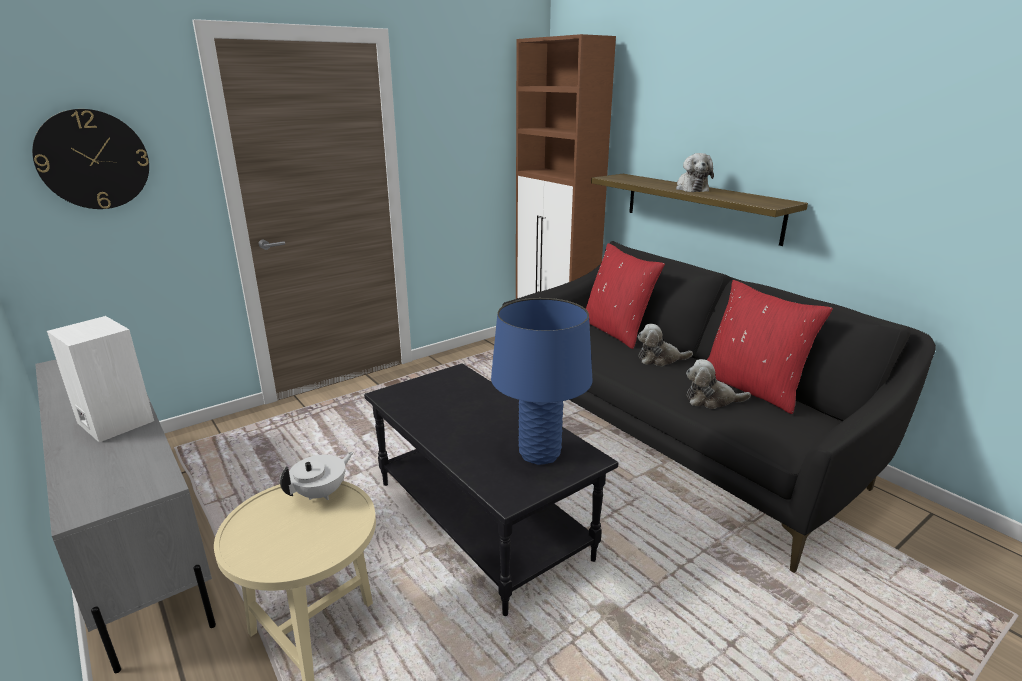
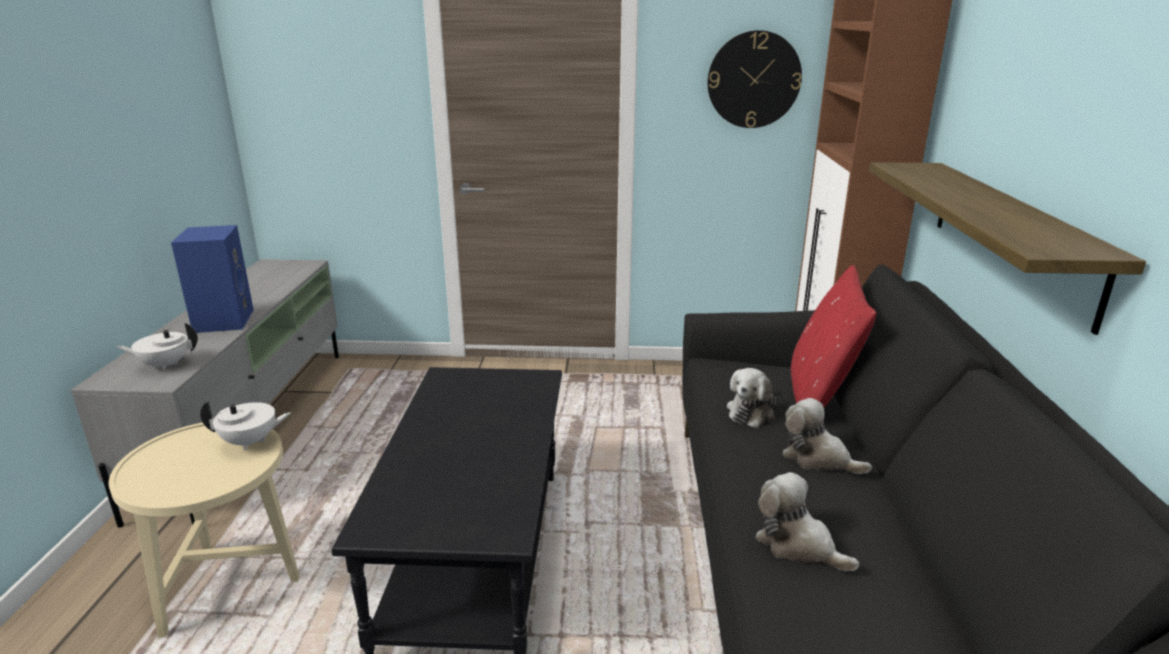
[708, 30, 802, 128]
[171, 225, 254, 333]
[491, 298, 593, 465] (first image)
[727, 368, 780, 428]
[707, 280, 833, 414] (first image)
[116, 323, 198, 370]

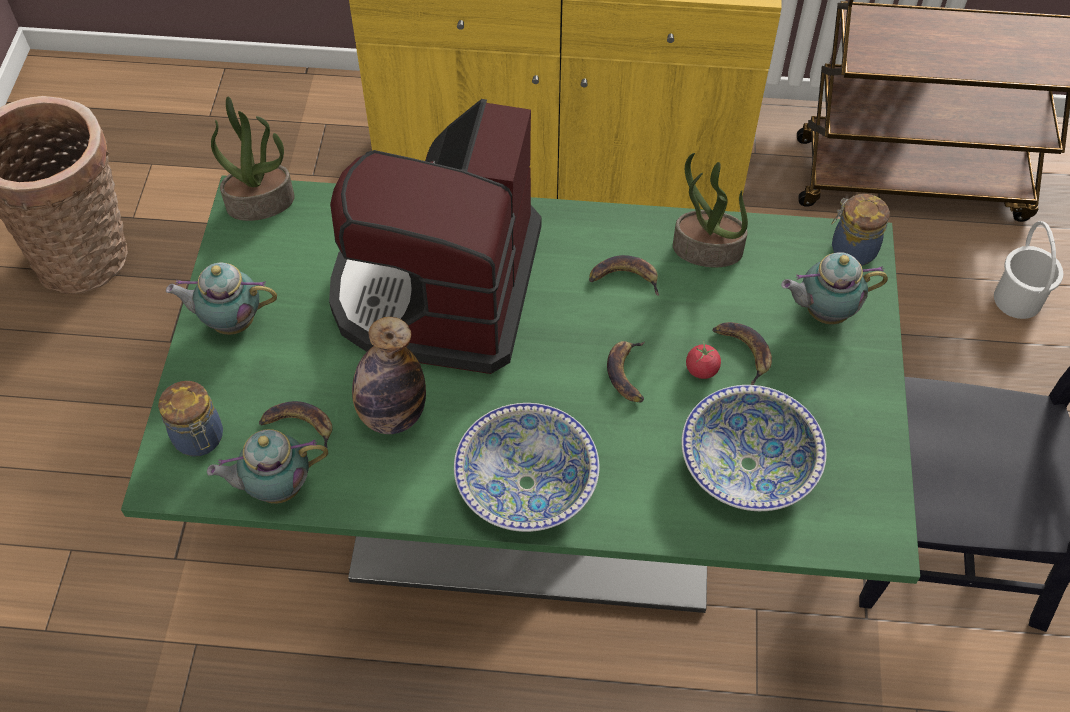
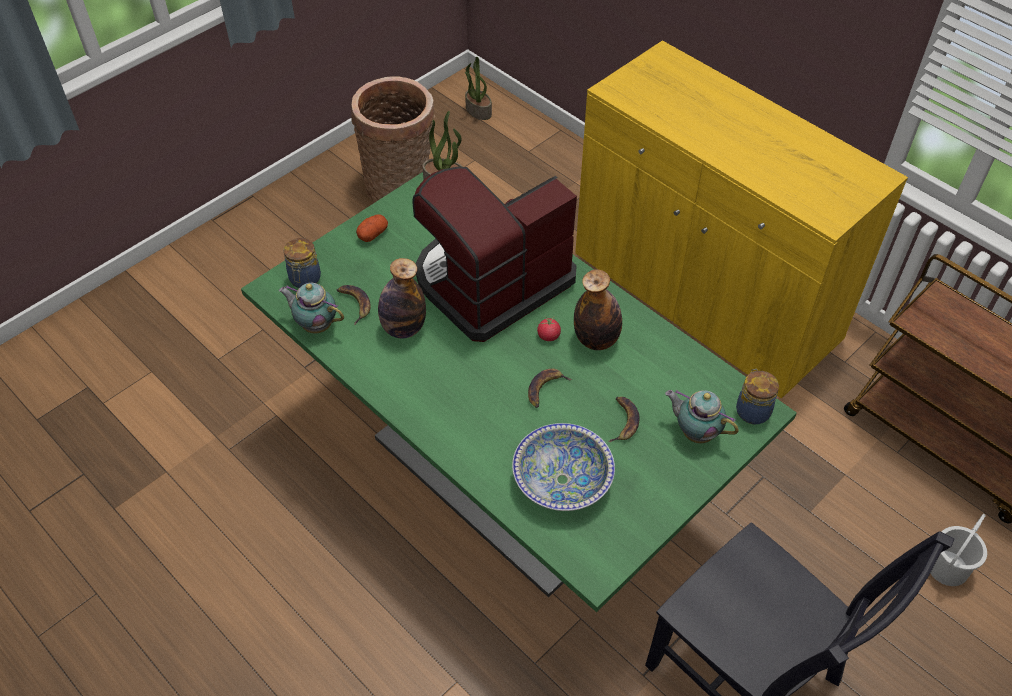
[356, 214, 388, 242]
[454, 403, 600, 532] (first image)
[574, 269, 622, 350]
[465, 57, 492, 120]
[537, 317, 561, 341]

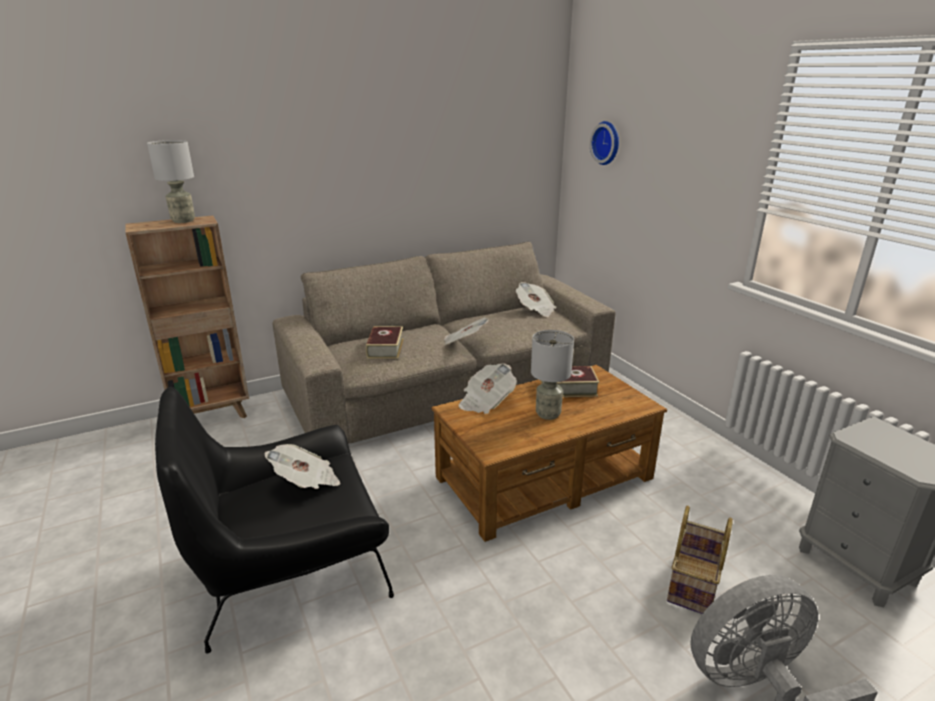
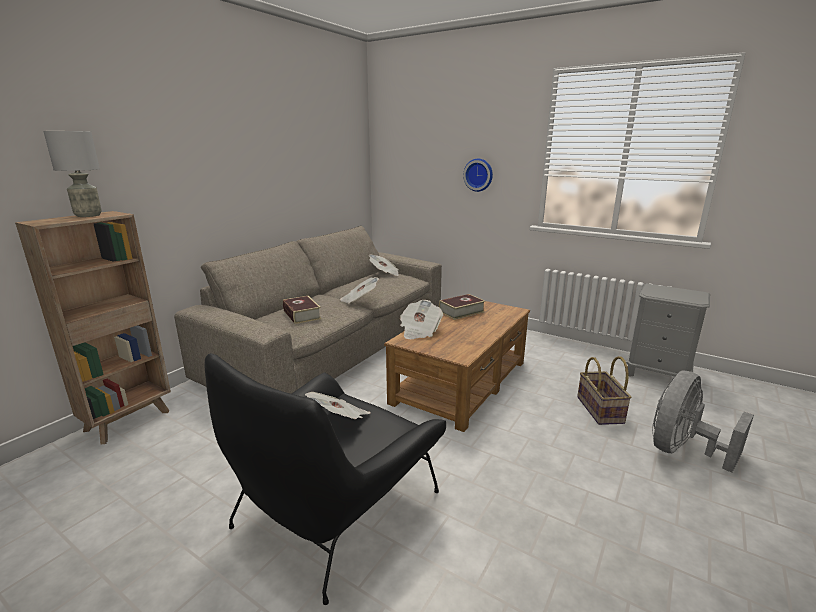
[531, 330, 574, 420] (first image)
[463, 158, 493, 192]

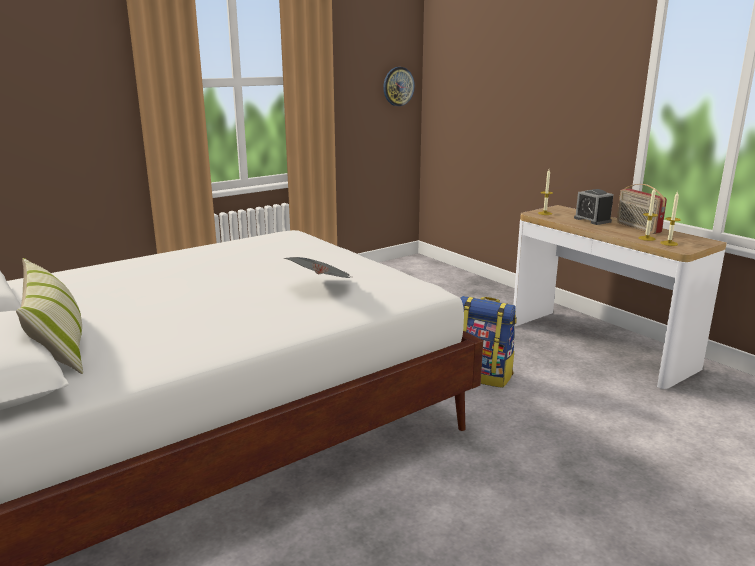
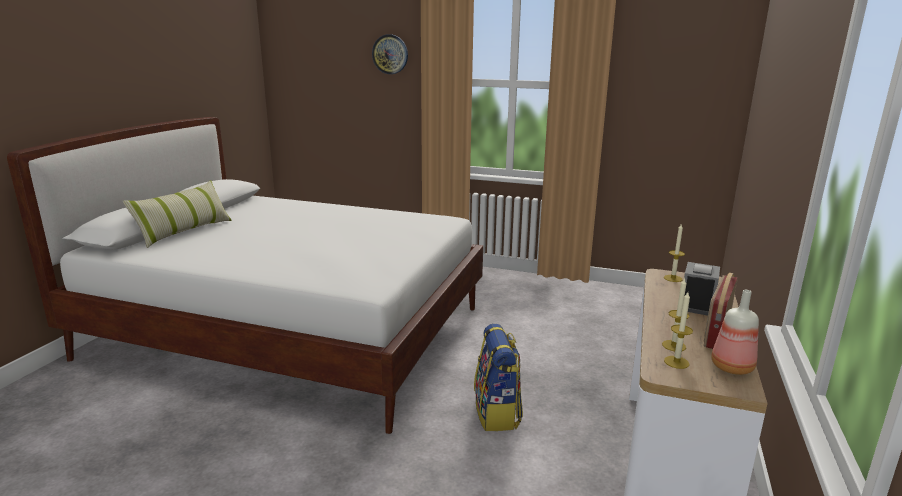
[284, 257, 353, 278] (first image)
[372, 34, 408, 74]
[711, 290, 759, 375]

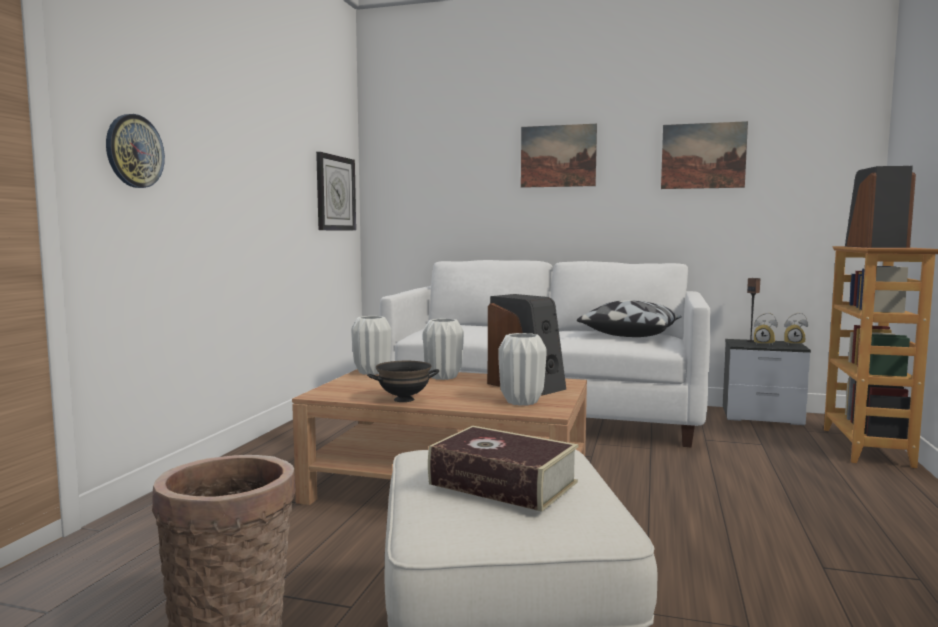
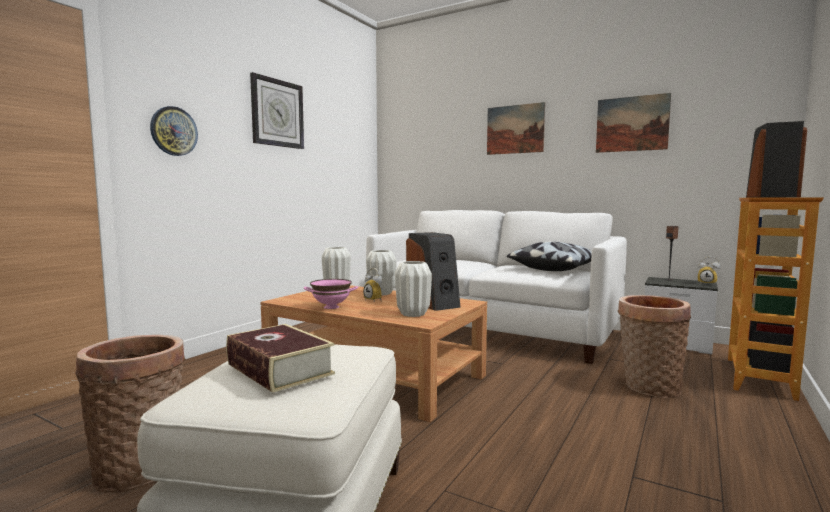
[250, 72, 304, 149]
[304, 279, 358, 309]
[363, 268, 383, 302]
[618, 295, 691, 398]

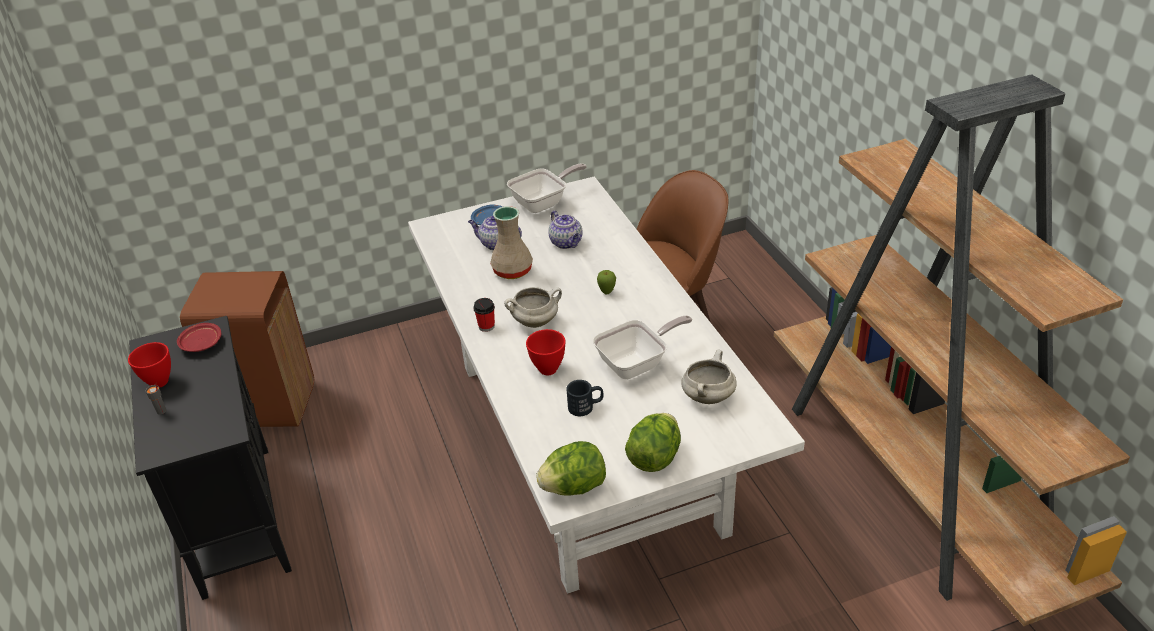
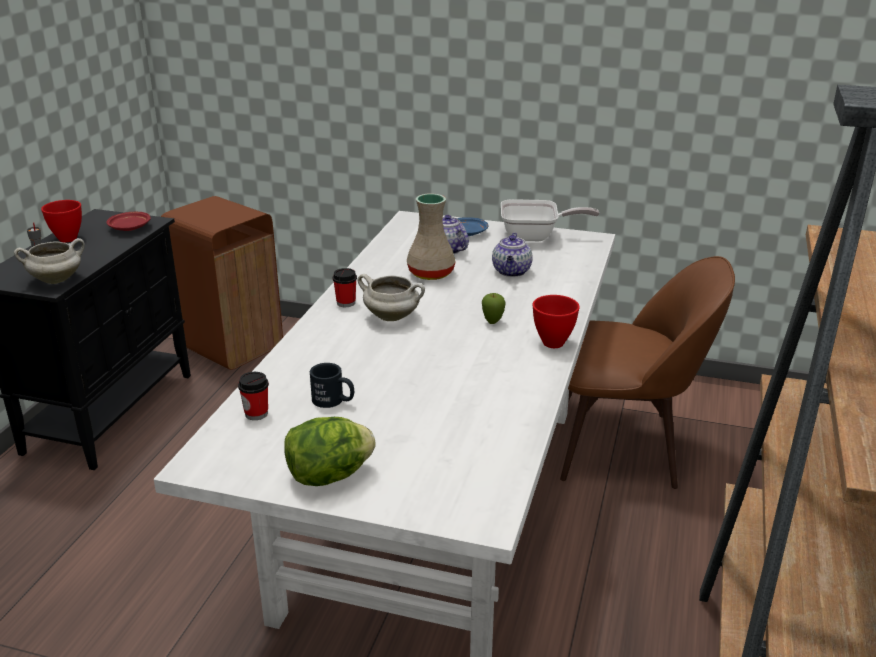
[533, 295, 580, 348]
[536, 441, 606, 496] (first image)
[593, 315, 692, 379] (first image)
[14, 238, 85, 284]
[238, 372, 269, 420]

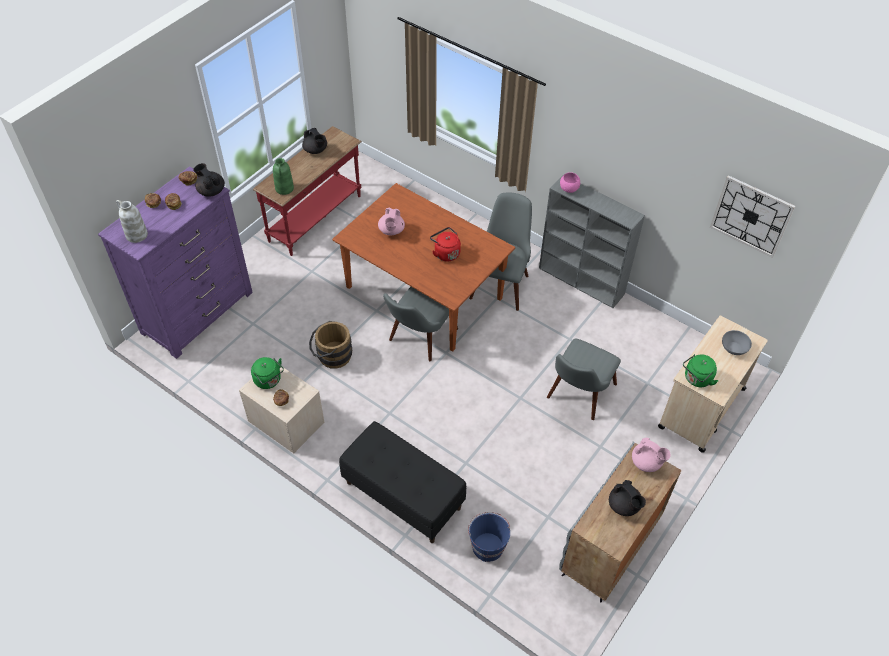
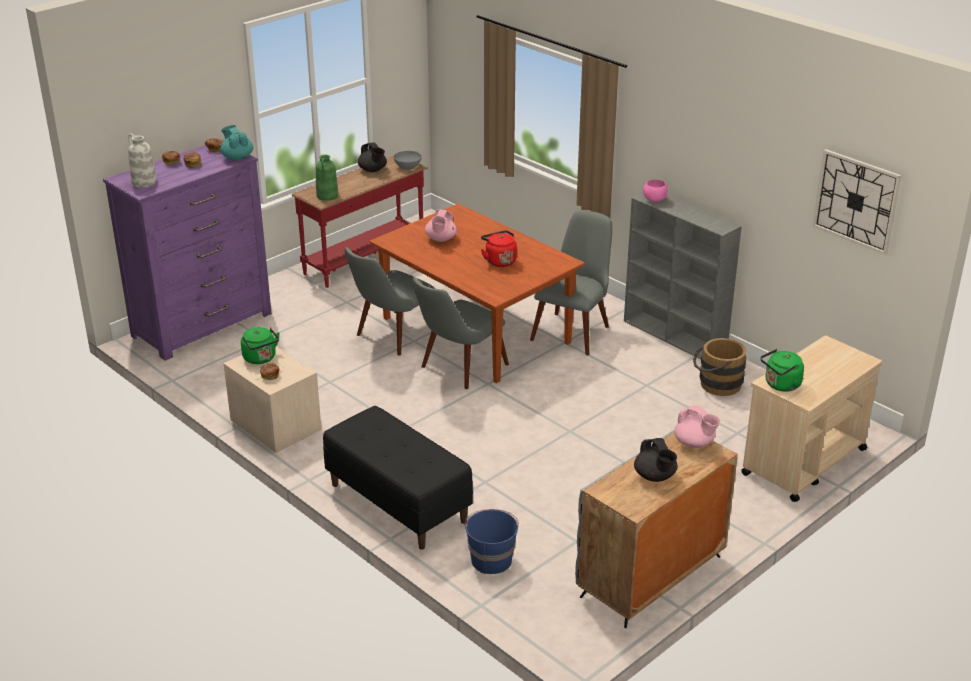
[220, 125, 253, 160]
[693, 338, 746, 396]
[344, 247, 435, 355]
[393, 151, 422, 170]

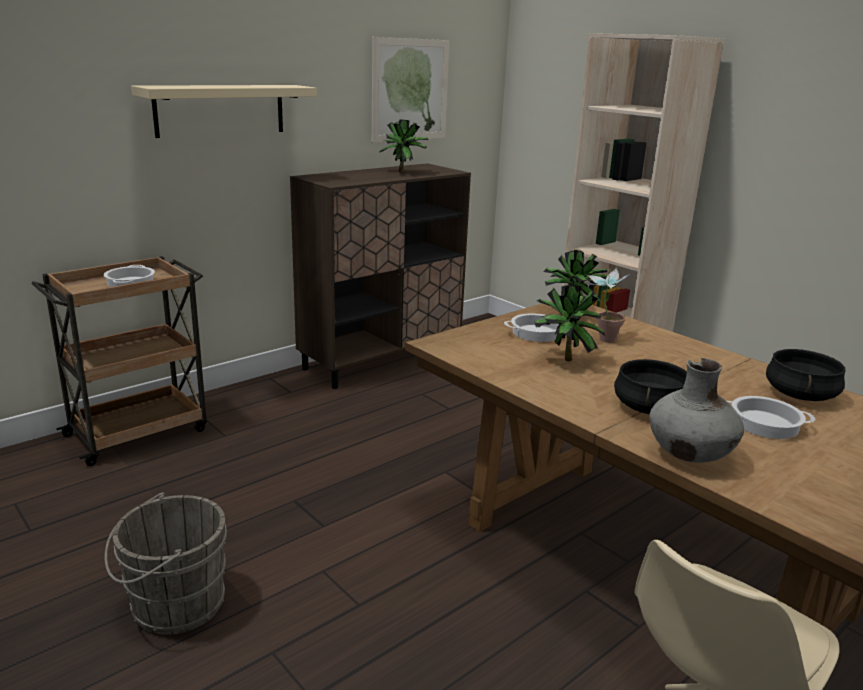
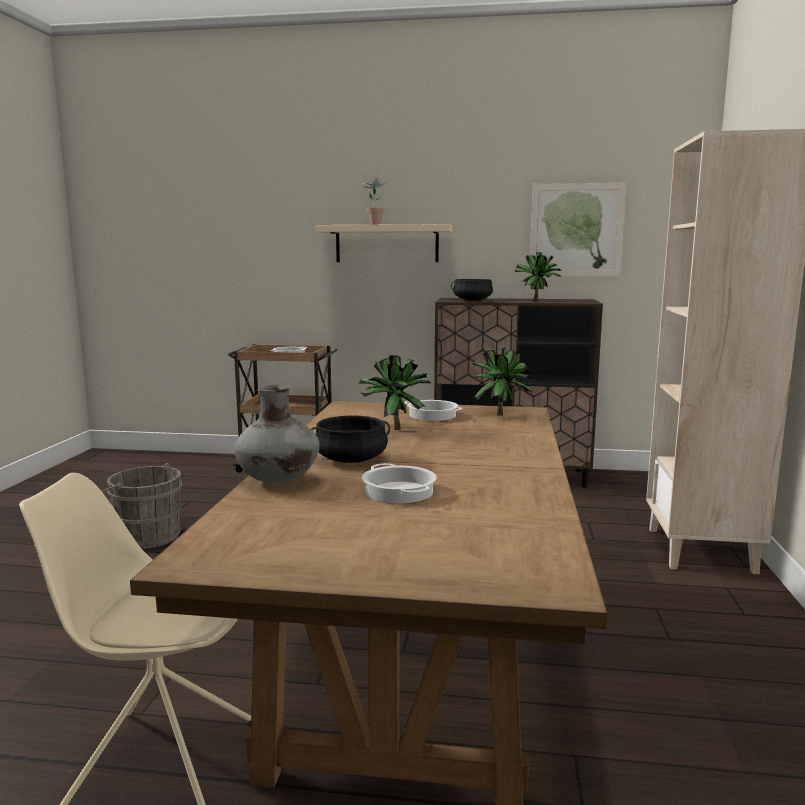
[362, 176, 387, 225]
[451, 279, 493, 301]

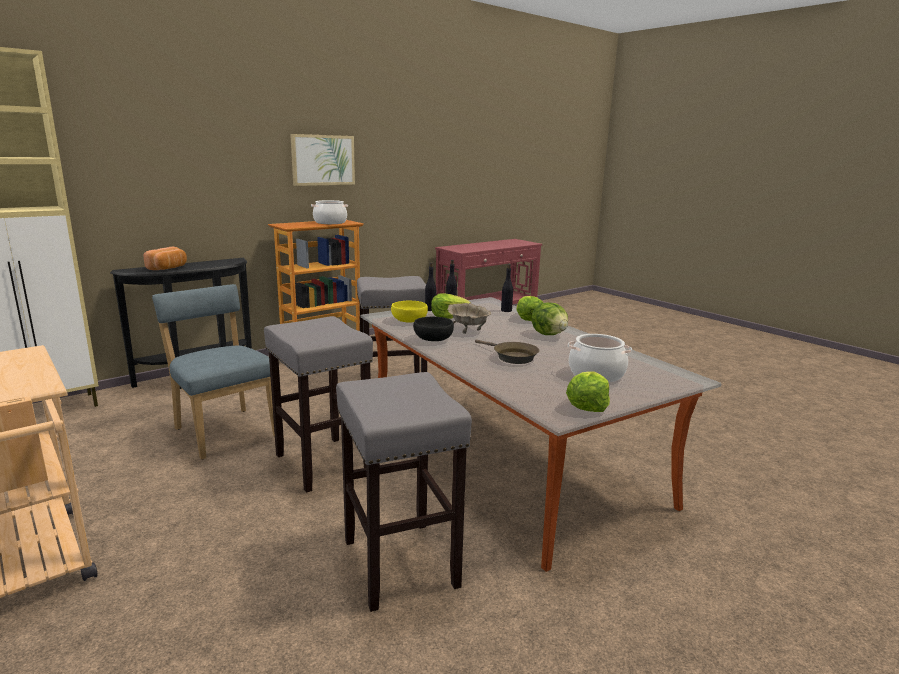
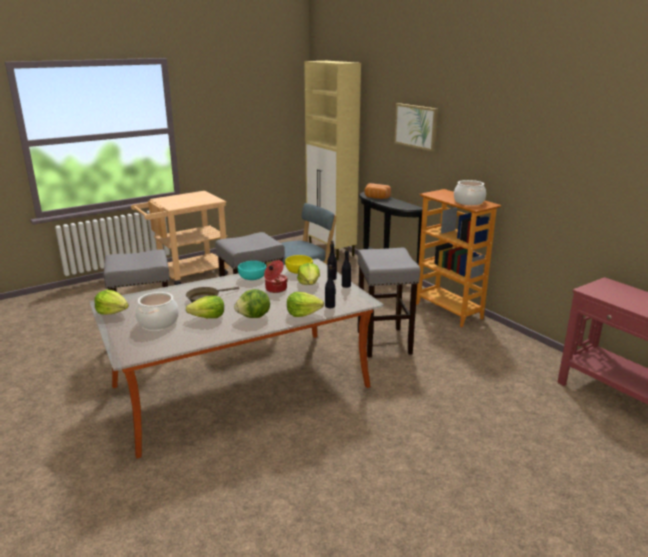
[394, 103, 438, 152]
[238, 261, 266, 280]
[264, 260, 288, 293]
[186, 296, 224, 318]

